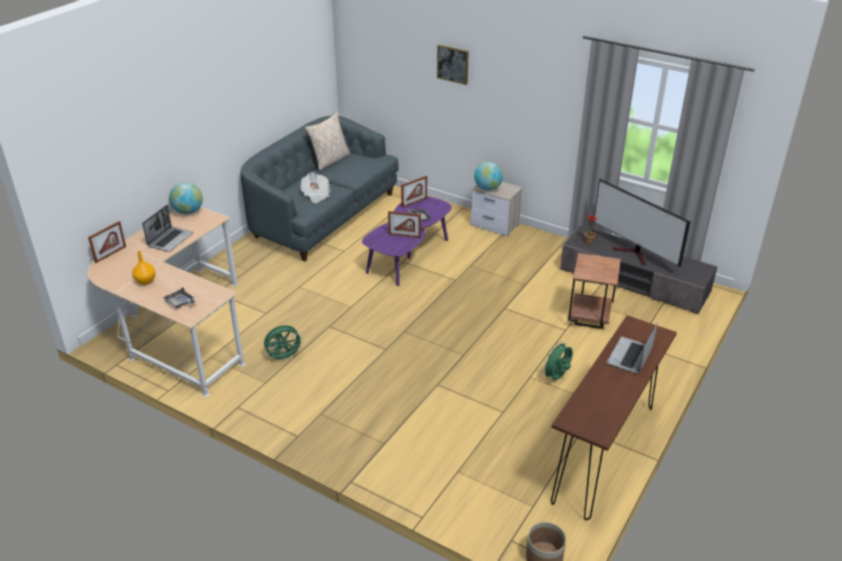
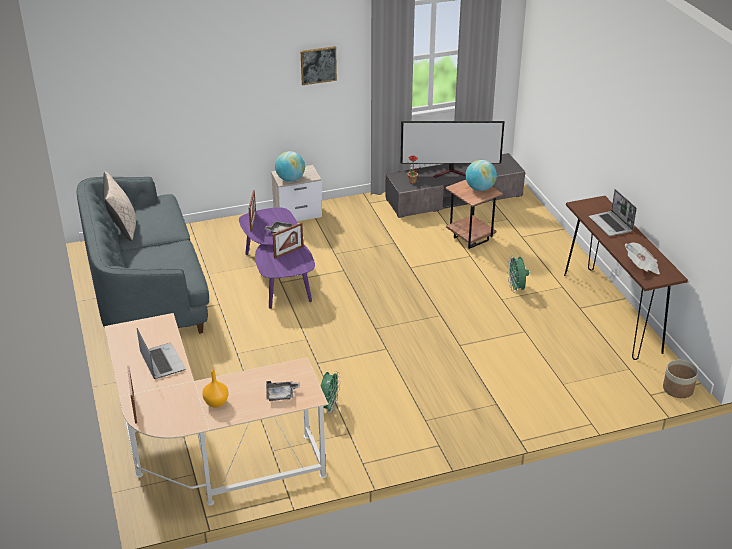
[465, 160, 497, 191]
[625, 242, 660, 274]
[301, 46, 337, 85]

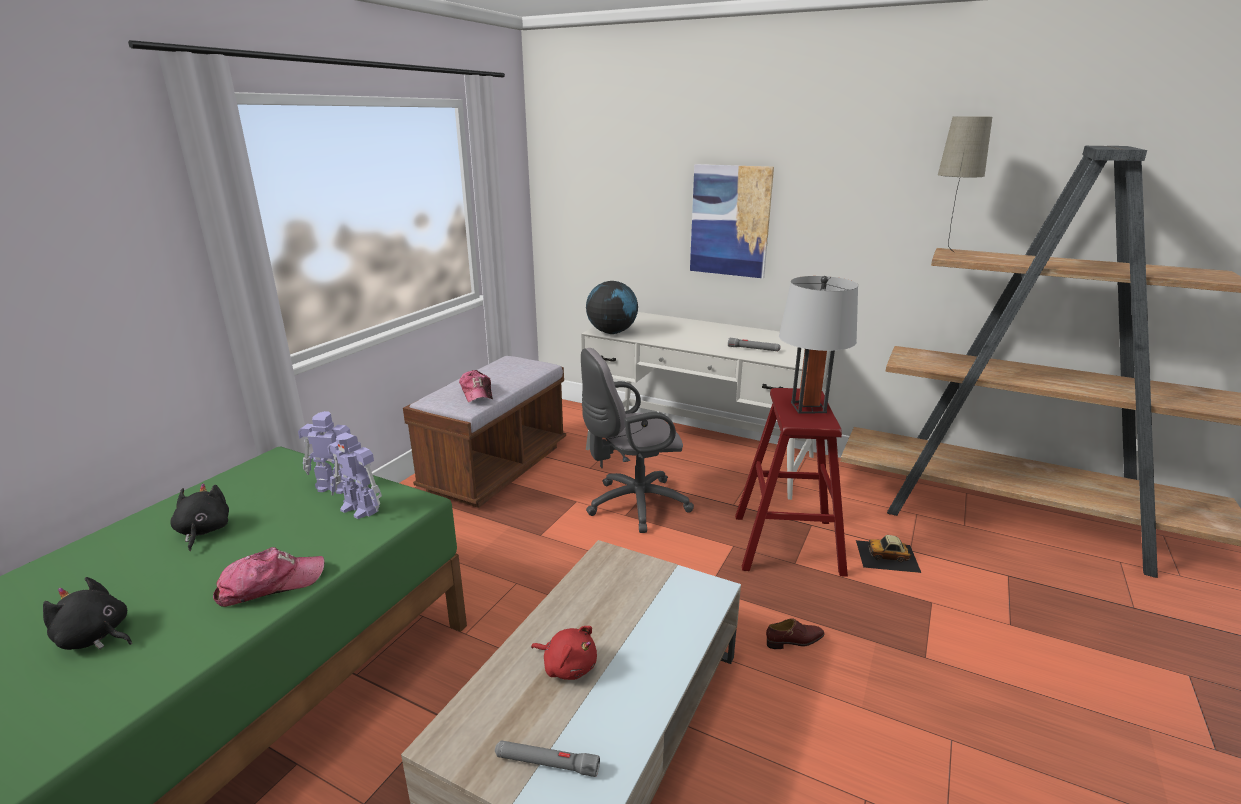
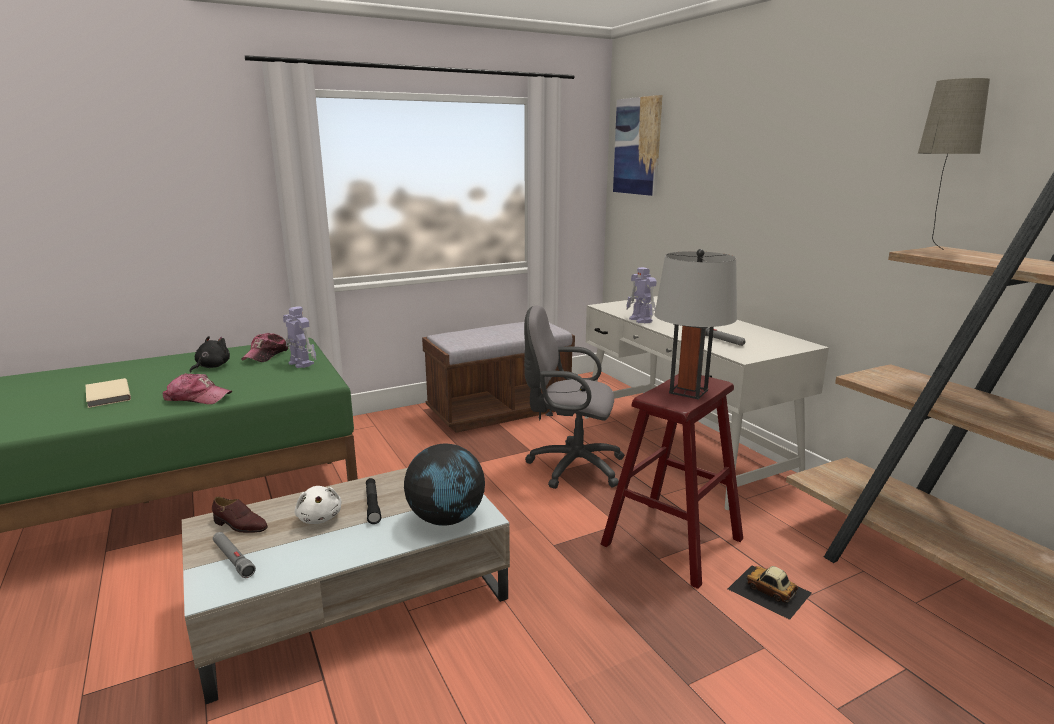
[86, 378, 131, 408]
[626, 267, 656, 323]
[241, 333, 289, 362]
[294, 486, 342, 524]
[404, 443, 485, 526]
[613, 95, 662, 196]
[212, 497, 268, 533]
[366, 478, 381, 524]

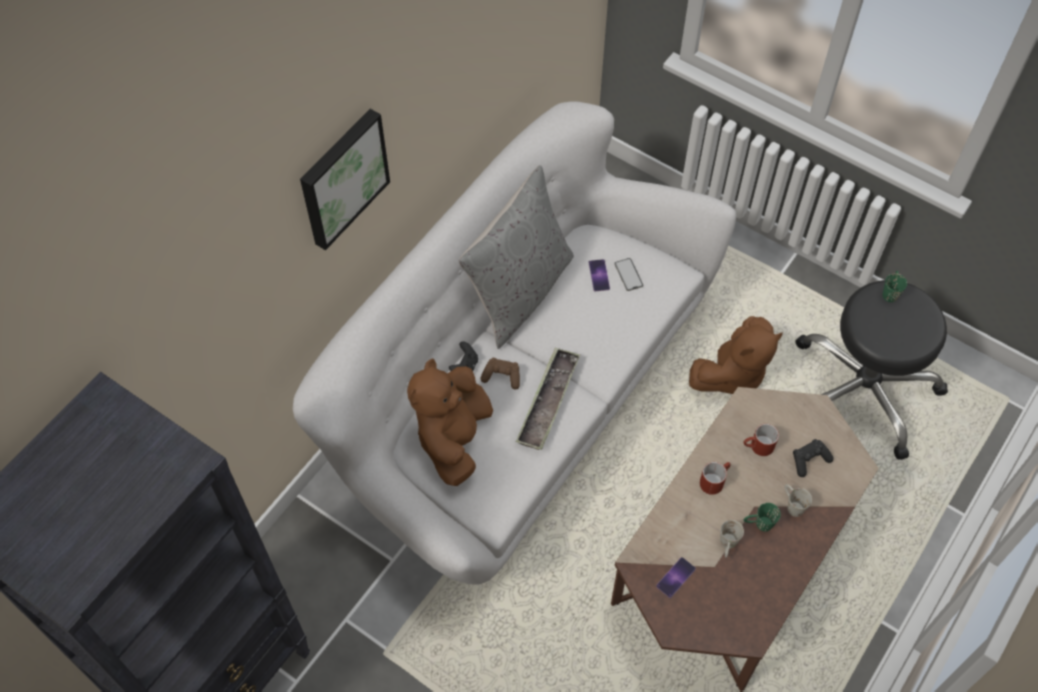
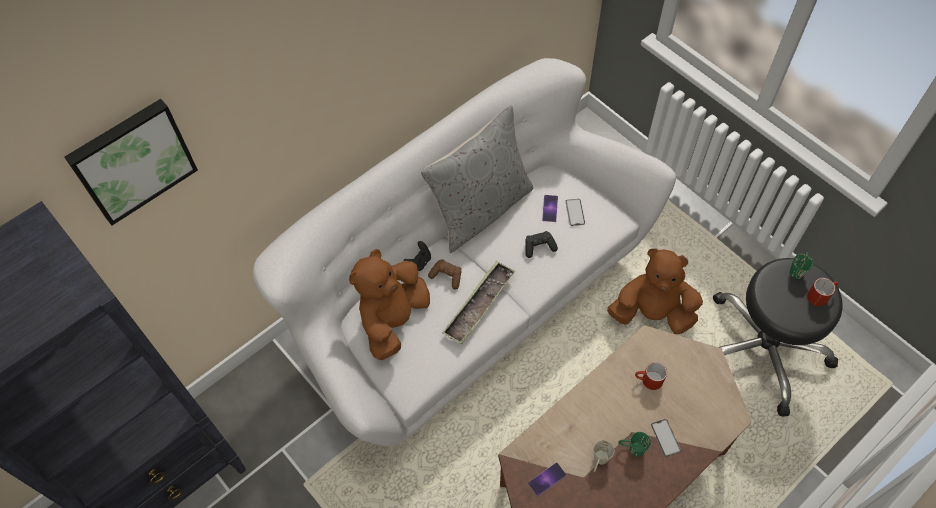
[64, 99, 198, 225]
[607, 248, 703, 334]
[807, 278, 838, 306]
[651, 419, 681, 457]
[525, 231, 558, 258]

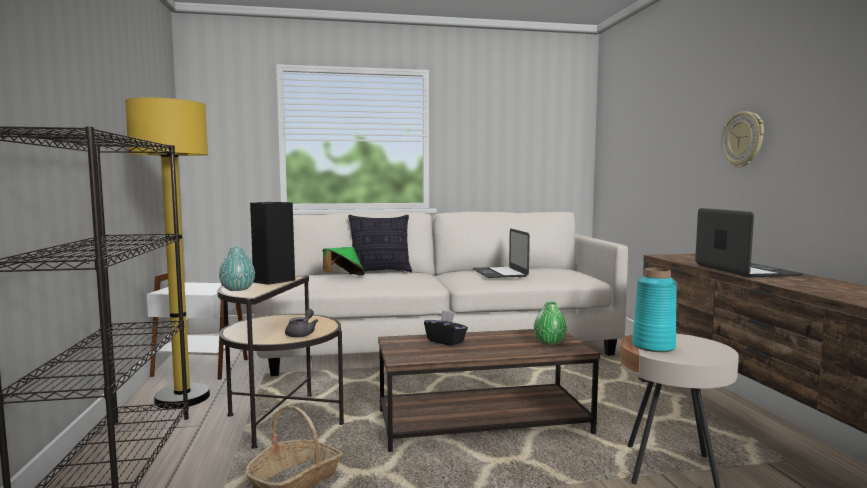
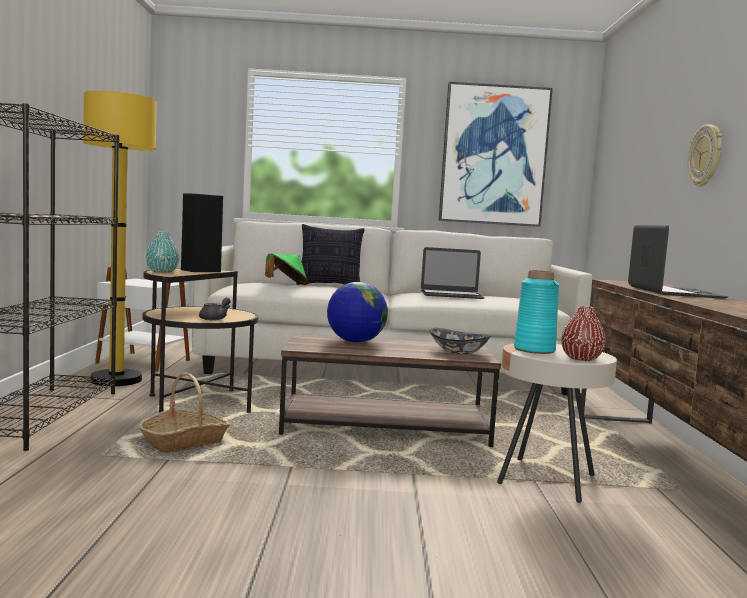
[327, 282, 388, 343]
[421, 247, 485, 299]
[429, 328, 491, 354]
[439, 82, 553, 227]
[561, 306, 606, 361]

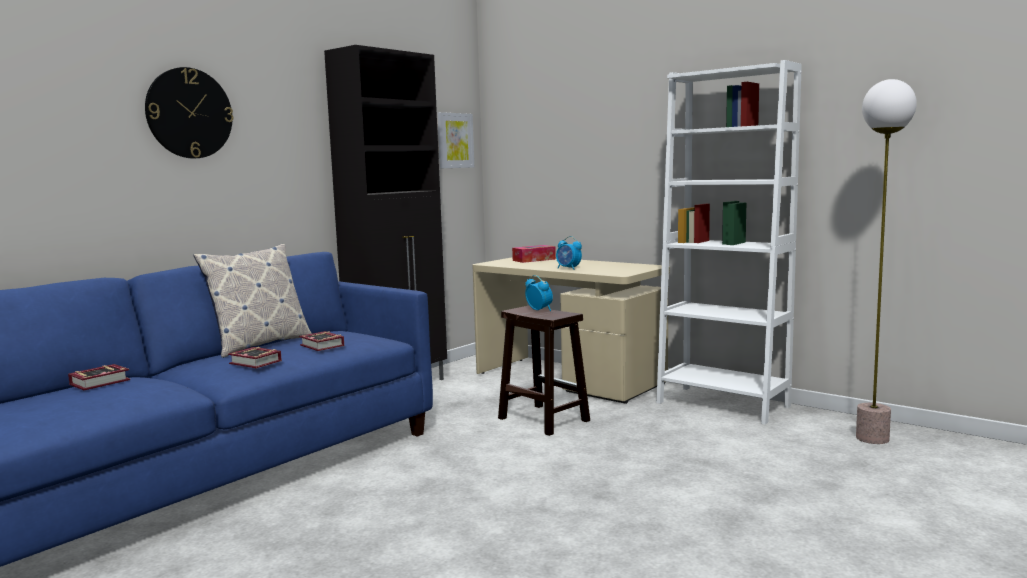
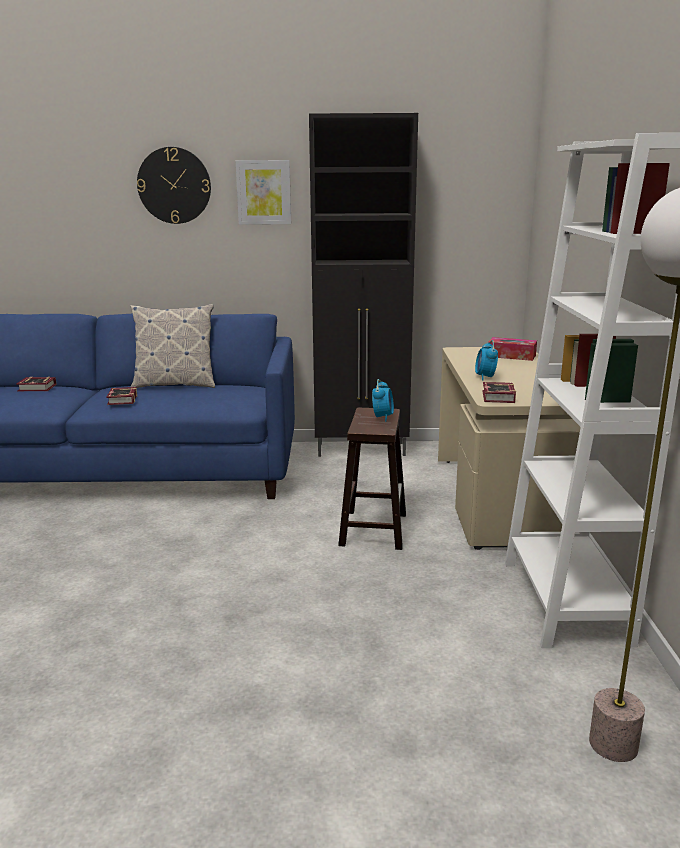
[482, 382, 516, 403]
[236, 160, 291, 225]

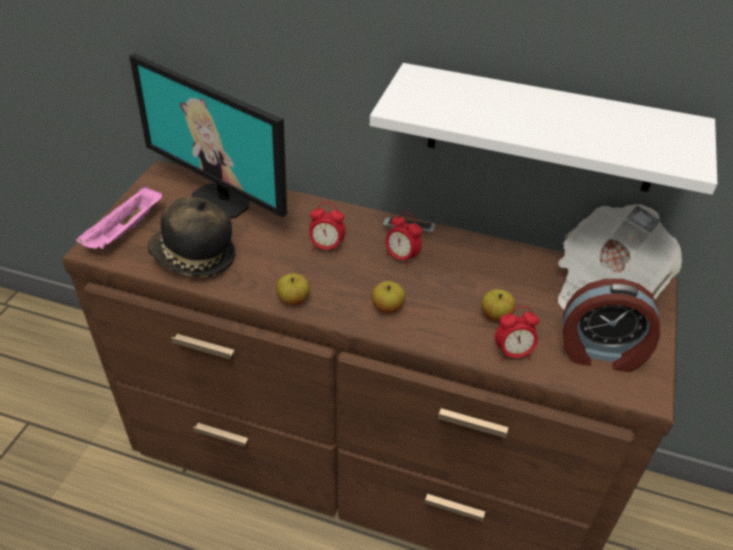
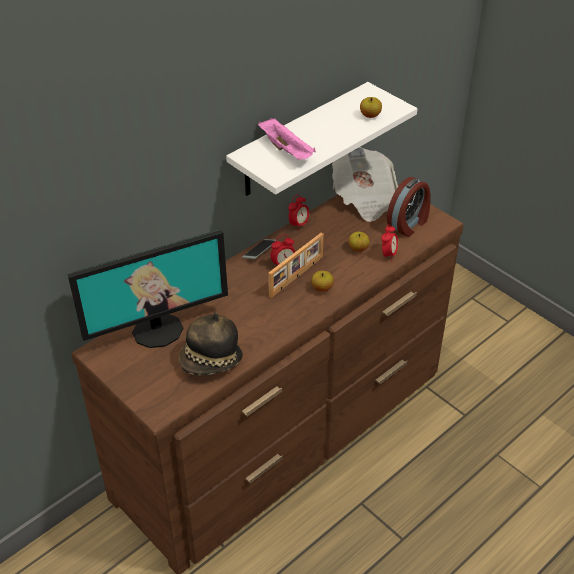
[258, 118, 316, 160]
[360, 97, 382, 118]
[288, 194, 309, 231]
[268, 233, 324, 298]

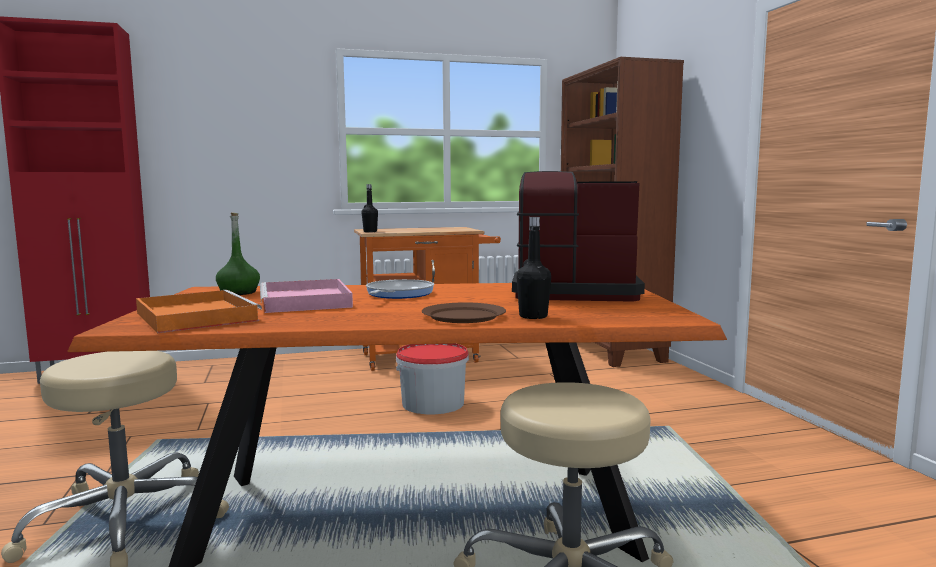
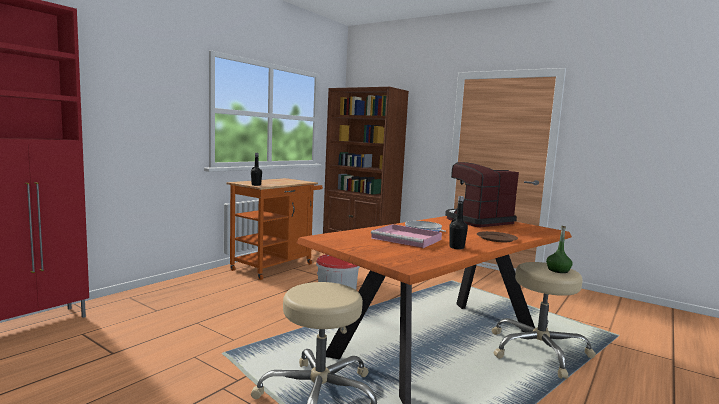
[136, 290, 262, 333] (first image)
[546, 226, 573, 273]
[449, 196, 468, 249]

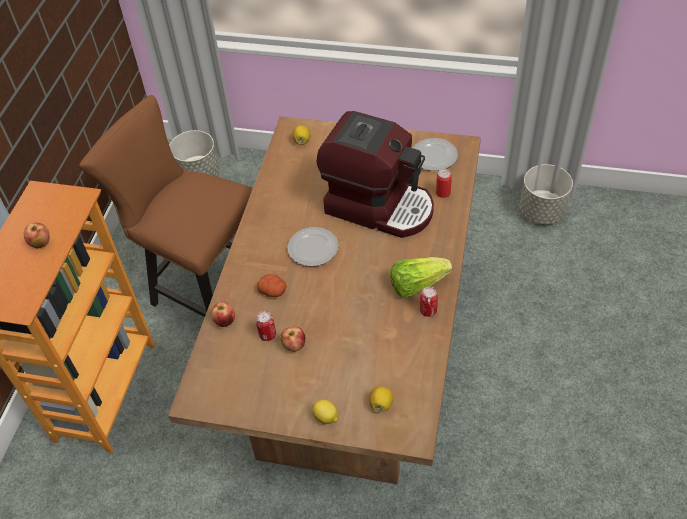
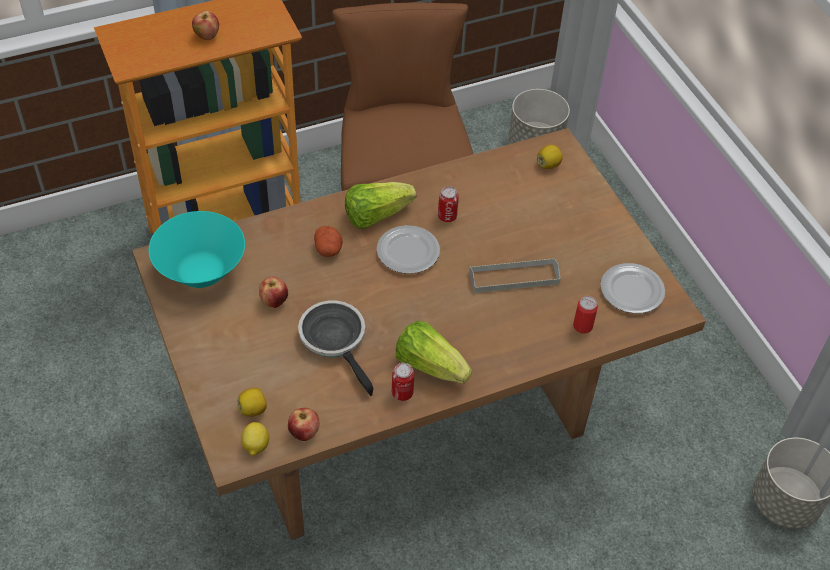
[288, 407, 320, 441]
[438, 186, 459, 222]
[241, 422, 269, 456]
[469, 258, 561, 293]
[149, 211, 245, 288]
[298, 301, 374, 396]
[345, 182, 416, 229]

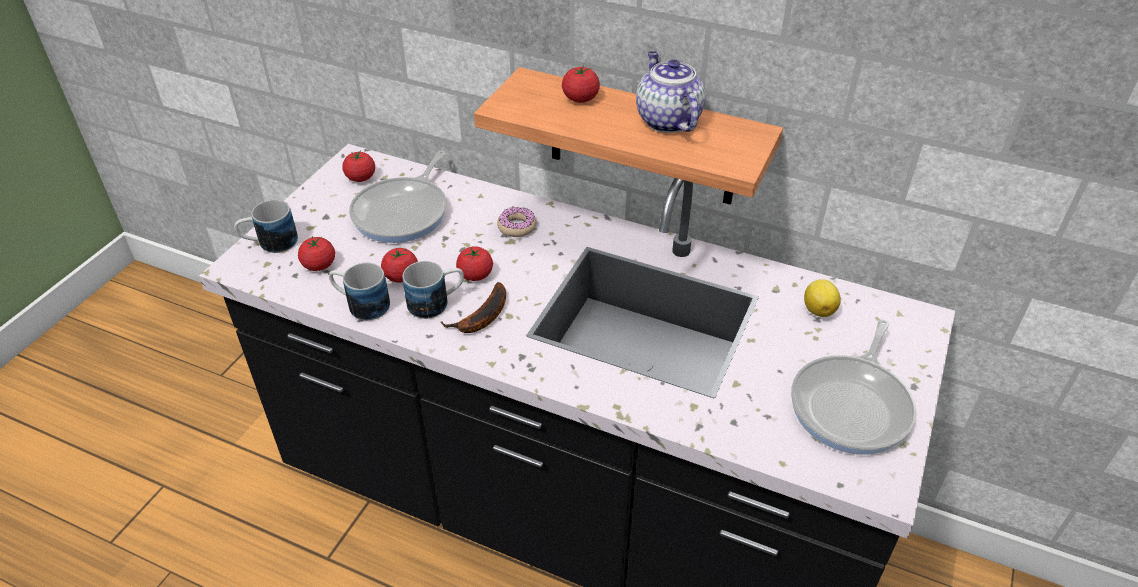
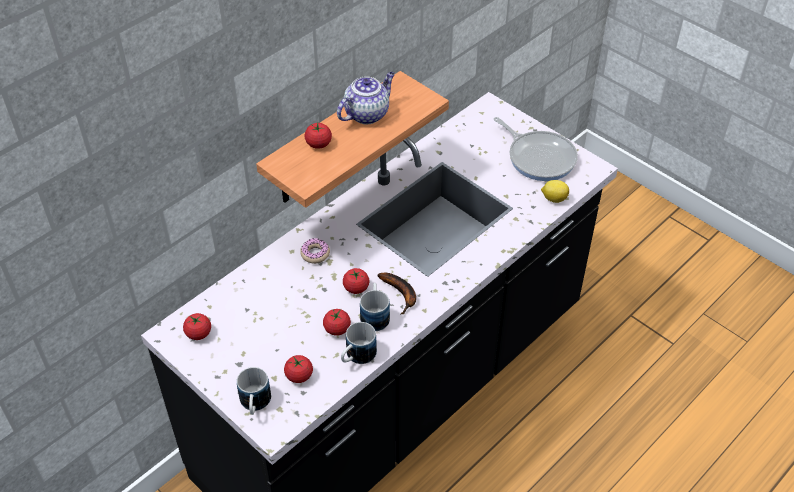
[349, 151, 447, 243] (first image)
[337, 72, 395, 124]
[541, 180, 569, 203]

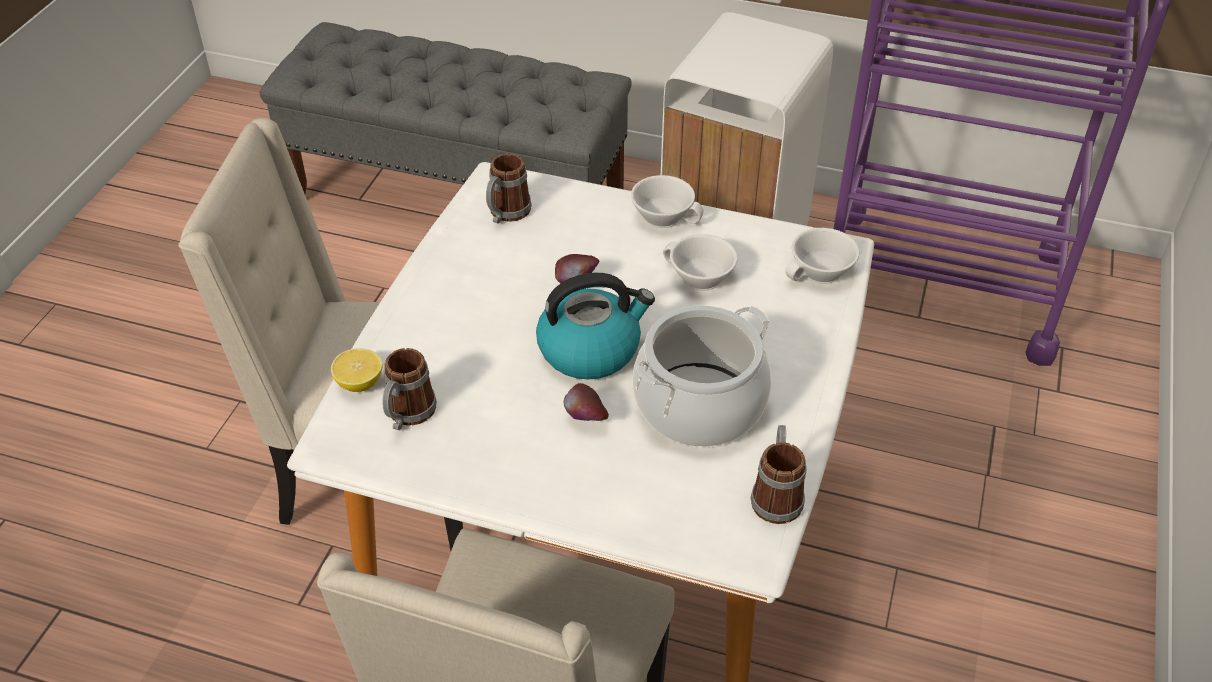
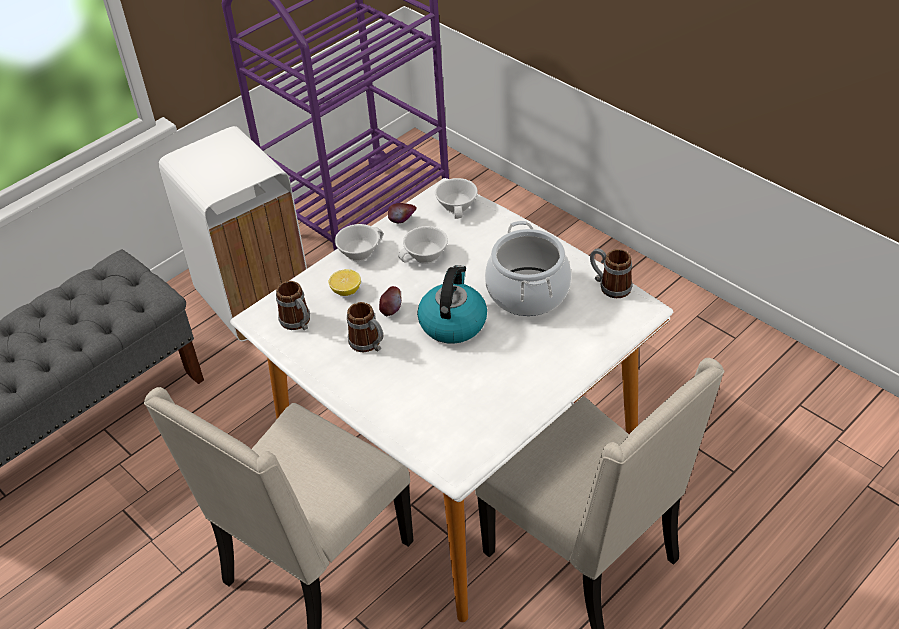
[329, 269, 361, 296]
[347, 302, 383, 352]
[388, 203, 417, 223]

